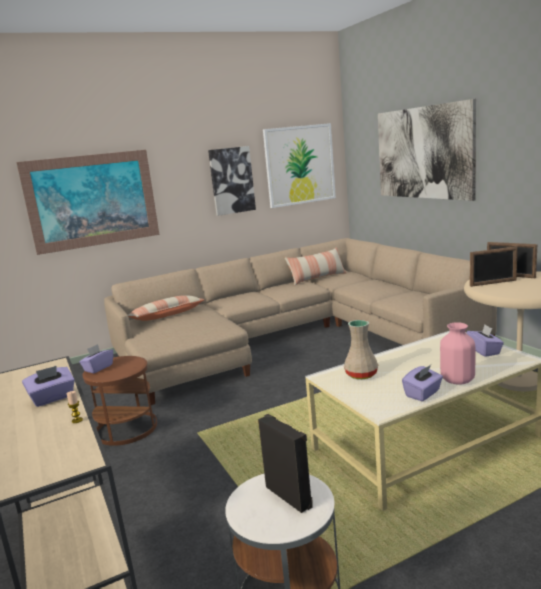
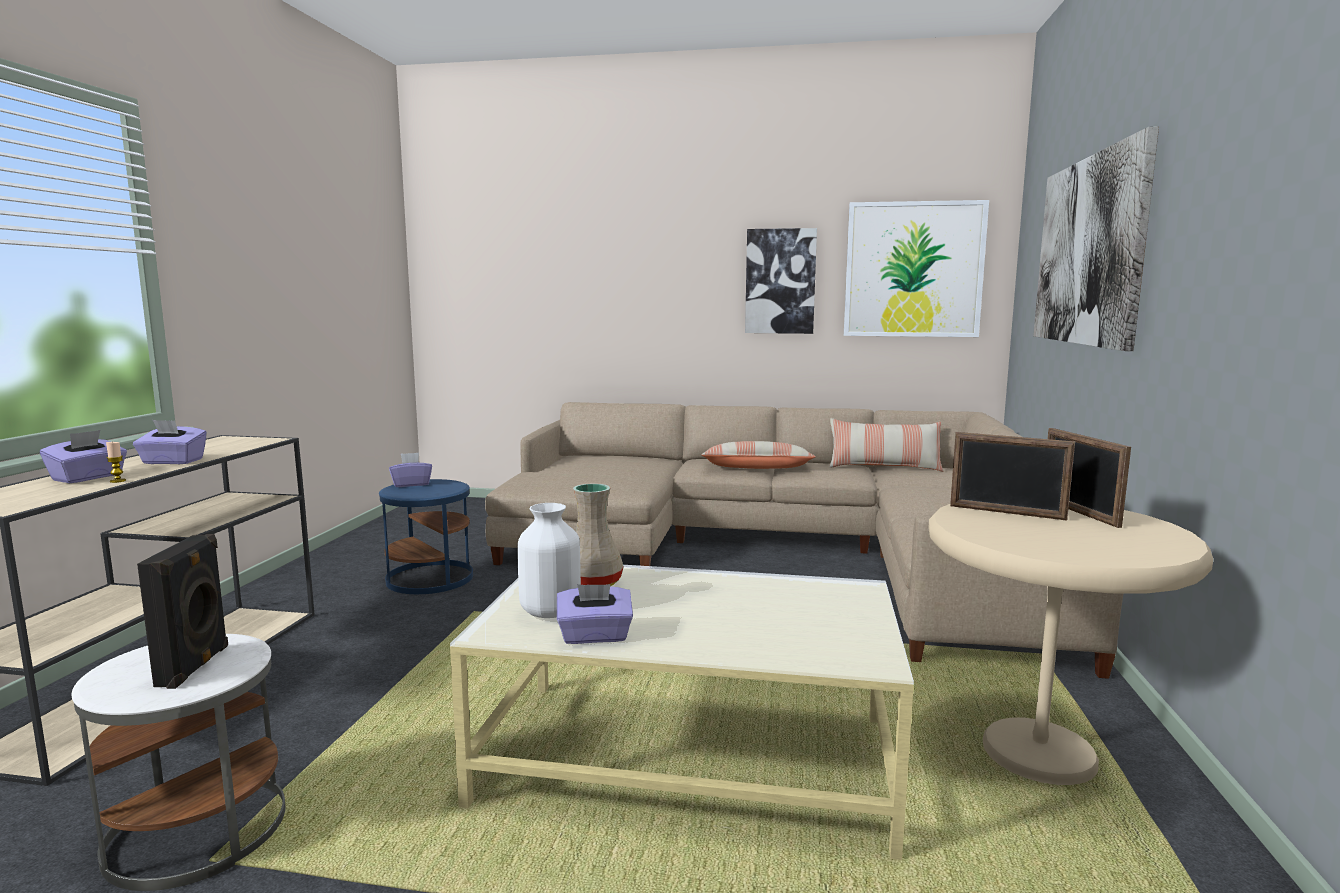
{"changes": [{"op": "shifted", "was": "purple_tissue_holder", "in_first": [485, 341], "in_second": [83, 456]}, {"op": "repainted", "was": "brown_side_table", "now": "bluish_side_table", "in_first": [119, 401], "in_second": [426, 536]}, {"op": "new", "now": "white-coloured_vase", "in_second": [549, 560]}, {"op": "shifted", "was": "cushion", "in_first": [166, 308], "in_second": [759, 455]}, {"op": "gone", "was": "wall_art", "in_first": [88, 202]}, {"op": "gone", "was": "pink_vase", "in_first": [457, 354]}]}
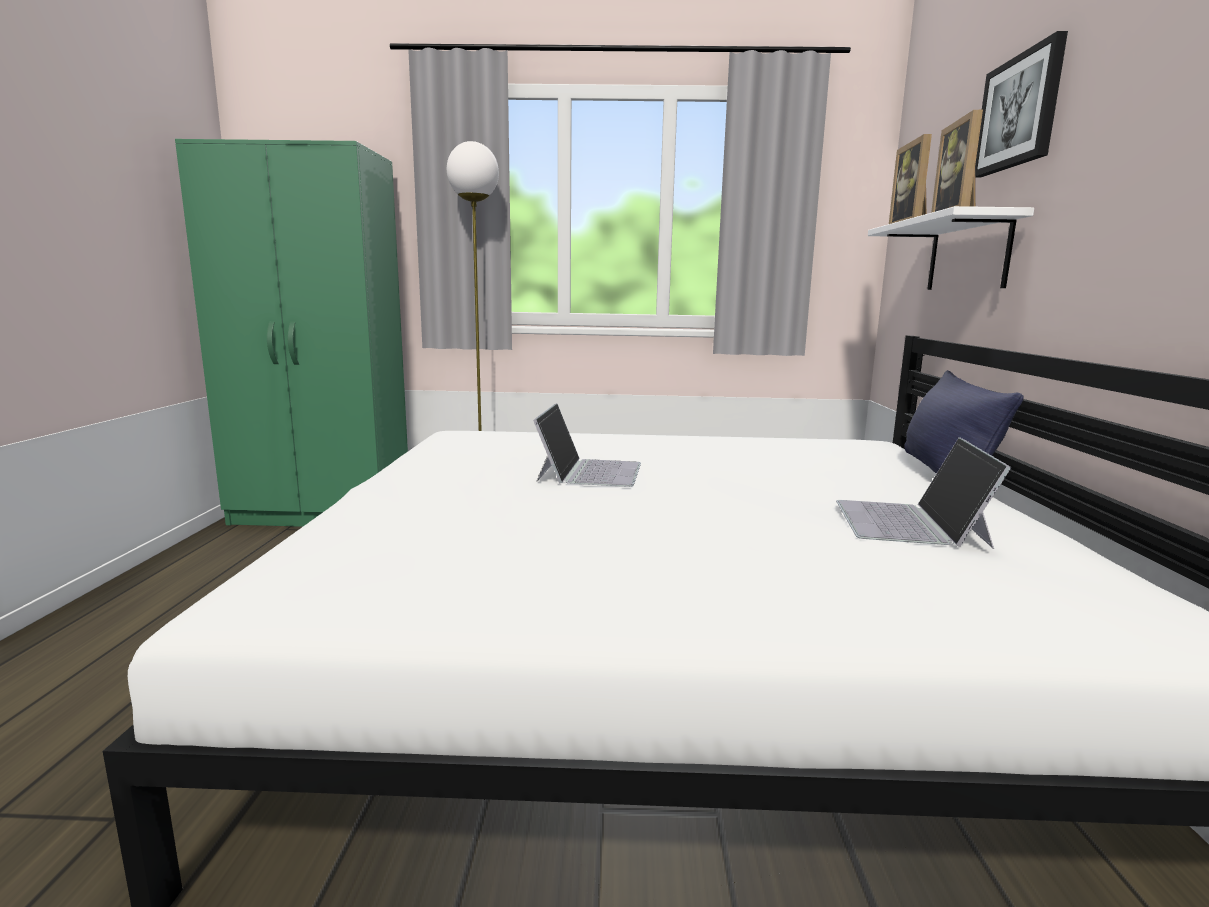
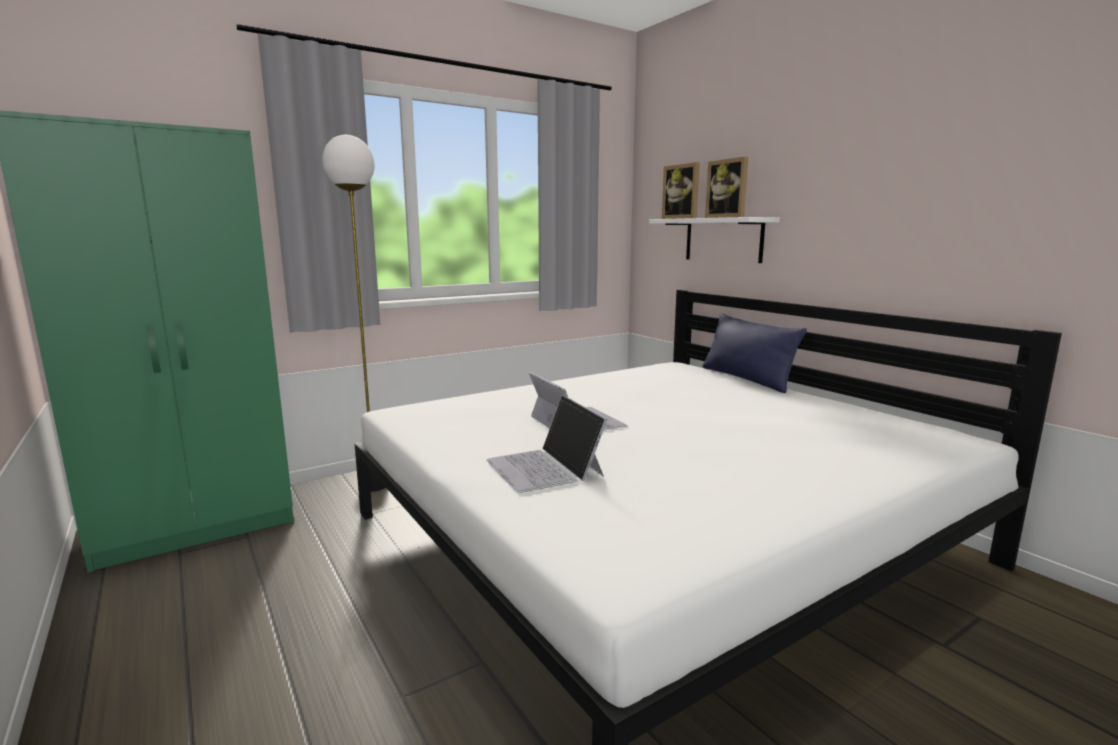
{"changes": [{"op": "shifted", "was": "portable_computer", "in_first": [924, 493], "in_second": [547, 444]}, {"op": "gone", "was": "wall_art", "in_first": [1021, 104]}]}
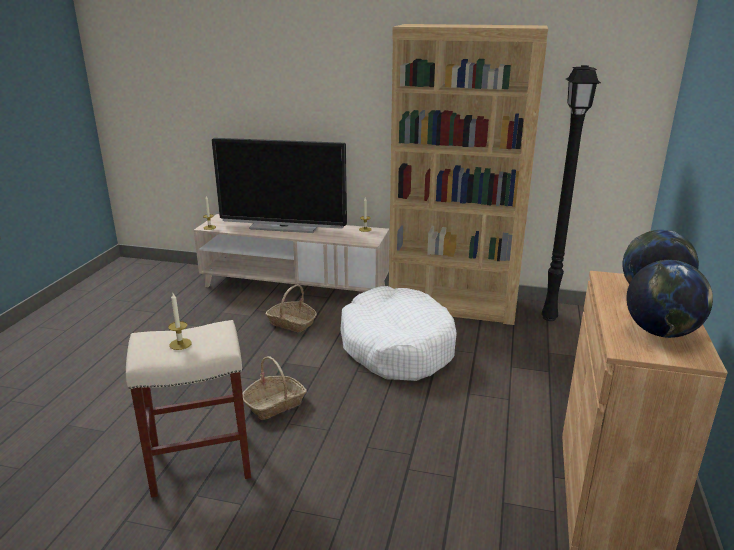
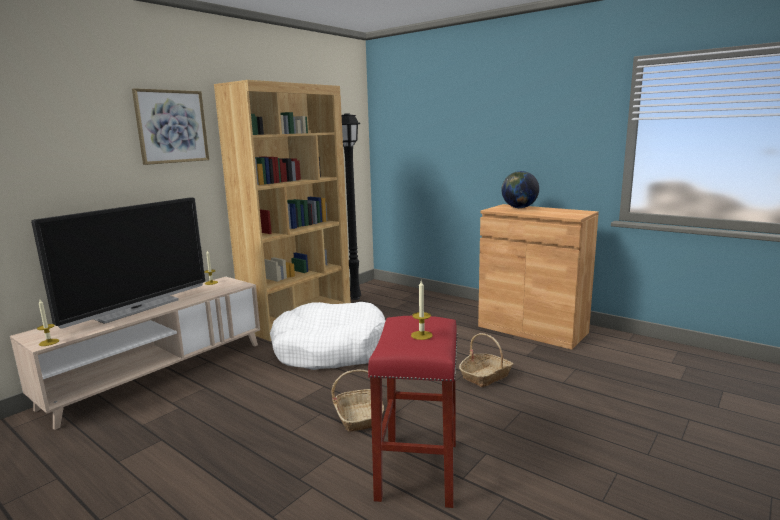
{"changes": [{"op": "new", "now": "wall_art", "in_second": [170, 126]}, {"op": "repainted", "was": "beige-coloured_stool", "now": "reddish_stool", "in_first": [188, 409], "in_second": [412, 412]}, {"op": "shifted", "was": "basket", "in_first": [291, 308], "in_second": [486, 360]}, {"op": "gone", "was": "world_globe", "in_first": [670, 299]}]}
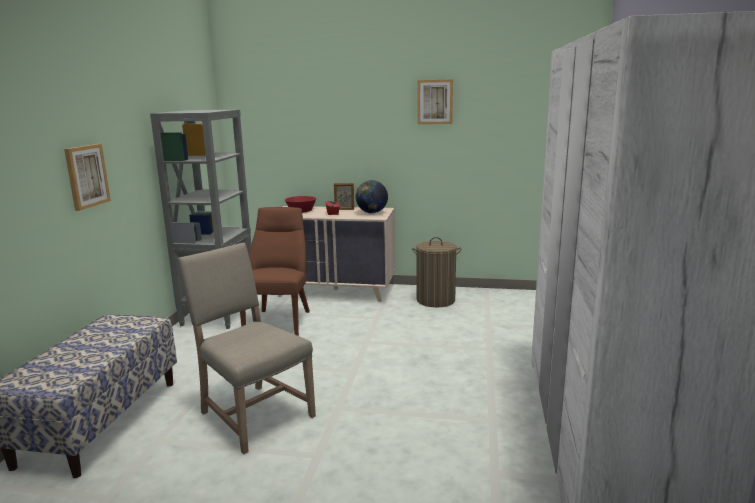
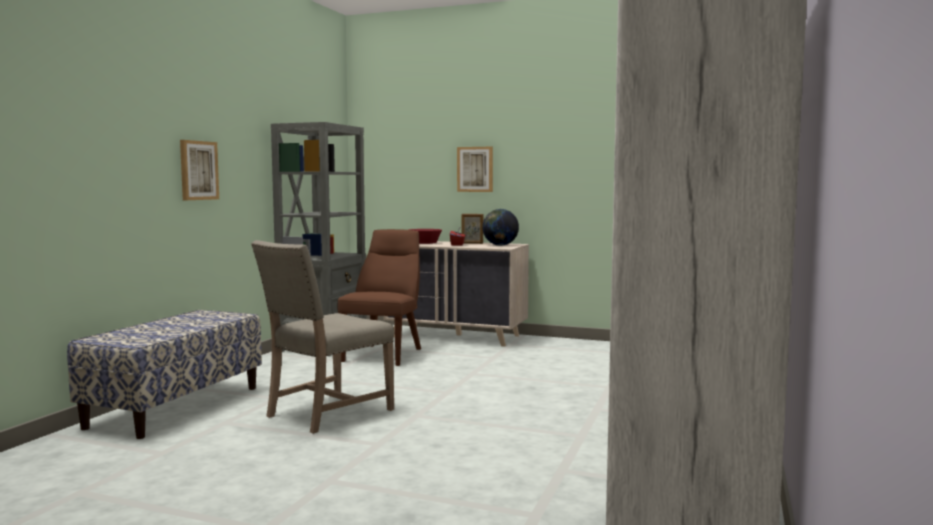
{"changes": [{"op": "rotated", "was": "beige-coloured_chair", "in_first": [246, 348], "in_second": [322, 337], "clockwise": -105}, {"op": "shifted", "was": "wall_art", "in_first": [435, 102], "in_second": [475, 169]}, {"op": "gone", "was": "laundry_basket", "in_first": [437, 272]}]}
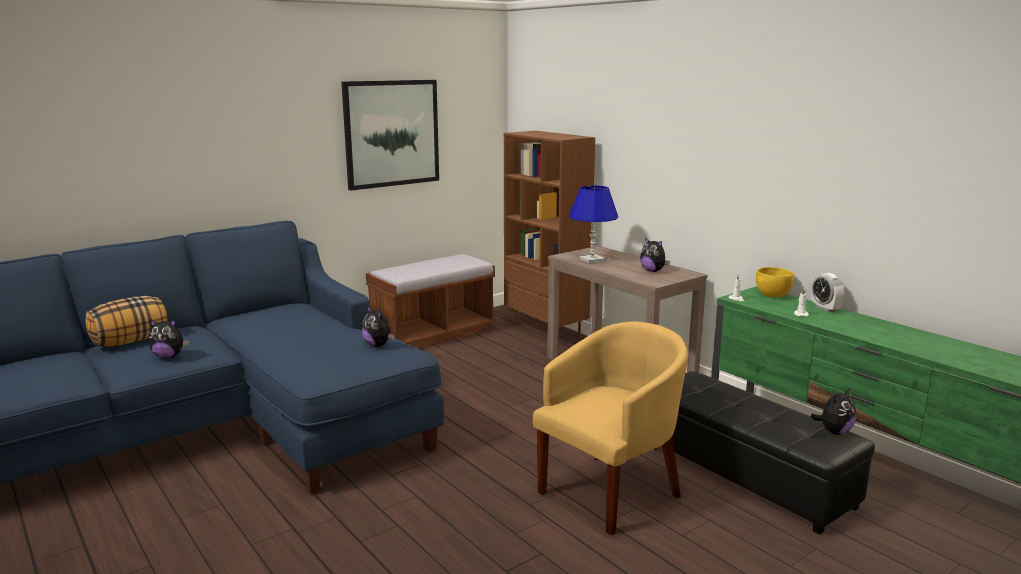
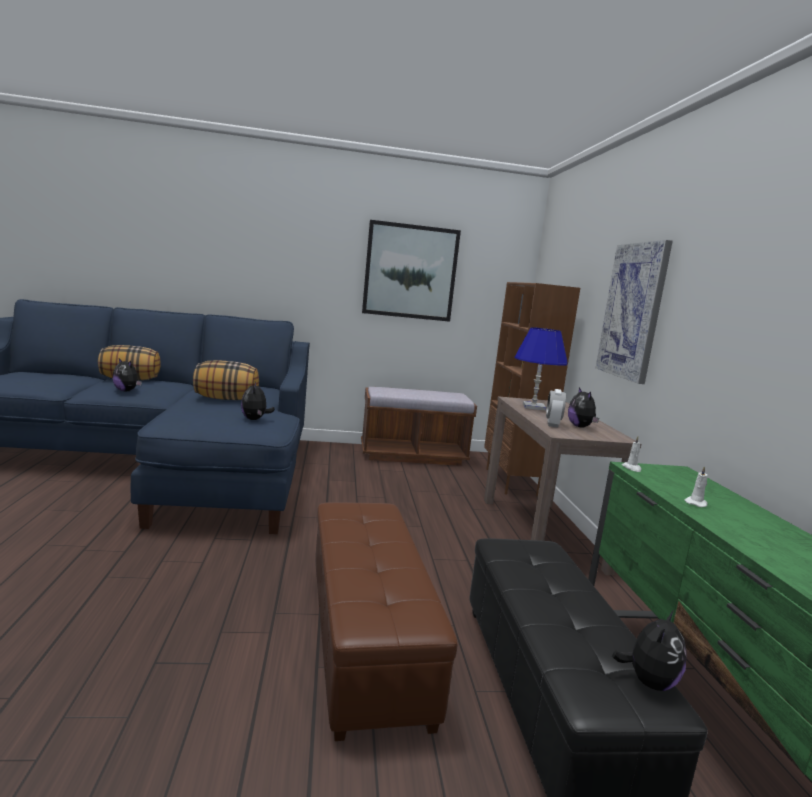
{"changes": [{"op": "new", "now": "cushion", "in_second": [226, 380]}, {"op": "swapped", "was": "yellow-coloured_armchair", "now": "brown_ottoman", "in_first": [610, 428], "in_second": [386, 621]}, {"op": "shifted", "was": "table_clock", "in_first": [828, 292], "in_second": [556, 408]}, {"op": "new", "now": "wall_art", "in_second": [634, 312]}, {"op": "rotated", "was": "soft_toy", "in_first": [833, 411], "in_second": [649, 650], "clockwise": -45}, {"op": "gone", "was": "yellow-coloured_serving_bowl", "in_first": [775, 282]}]}
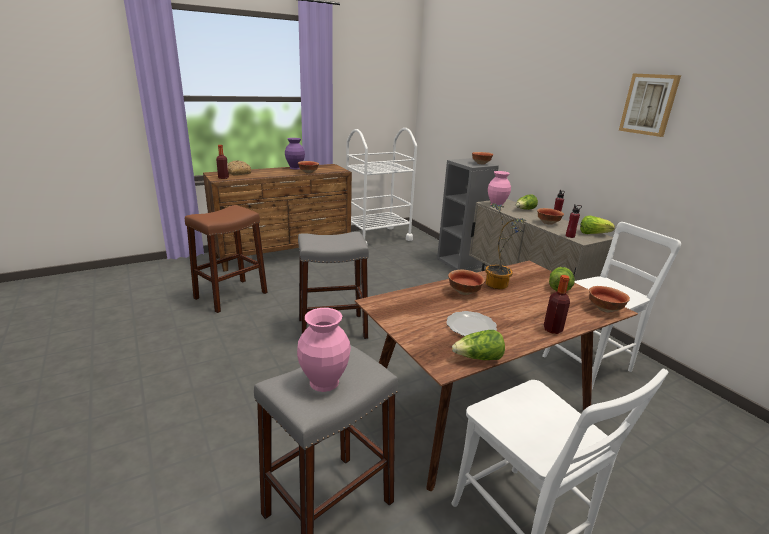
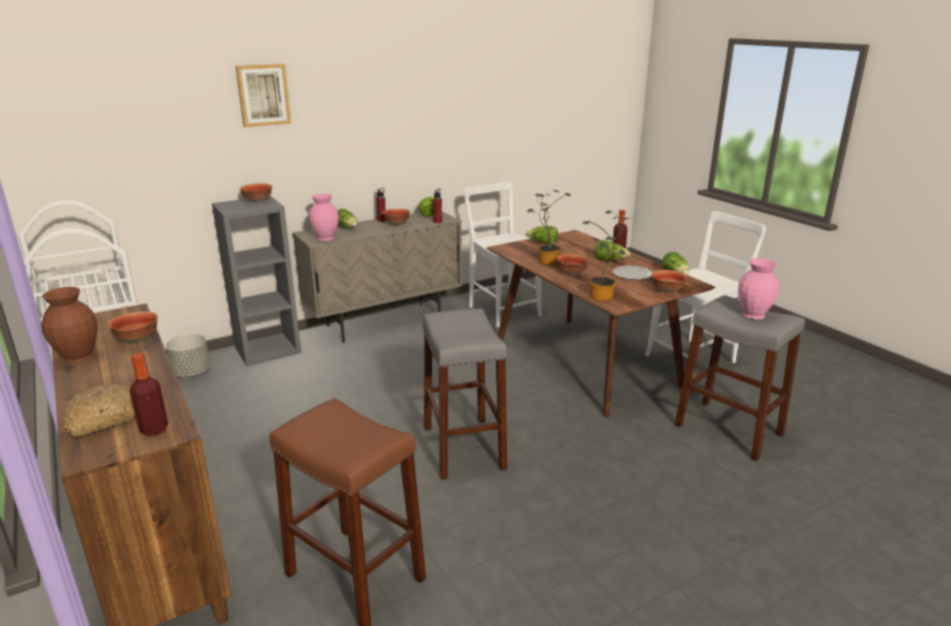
{"changes": [{"op": "repainted", "was": "purple_vase", "now": "brown_vase", "in_first": [295, 154], "in_second": [69, 325]}, {"op": "new", "now": "grey_plant_pot", "in_second": [188, 355]}, {"op": "shifted", "was": "wall_art", "in_first": [650, 105], "in_second": [263, 95]}, {"op": "new", "now": "houseplant", "in_second": [606, 255]}, {"op": "new", "now": "lettuce", "in_second": [612, 250]}, {"op": "shifted", "was": "serving_bowl", "in_first": [609, 299], "in_second": [669, 281]}]}
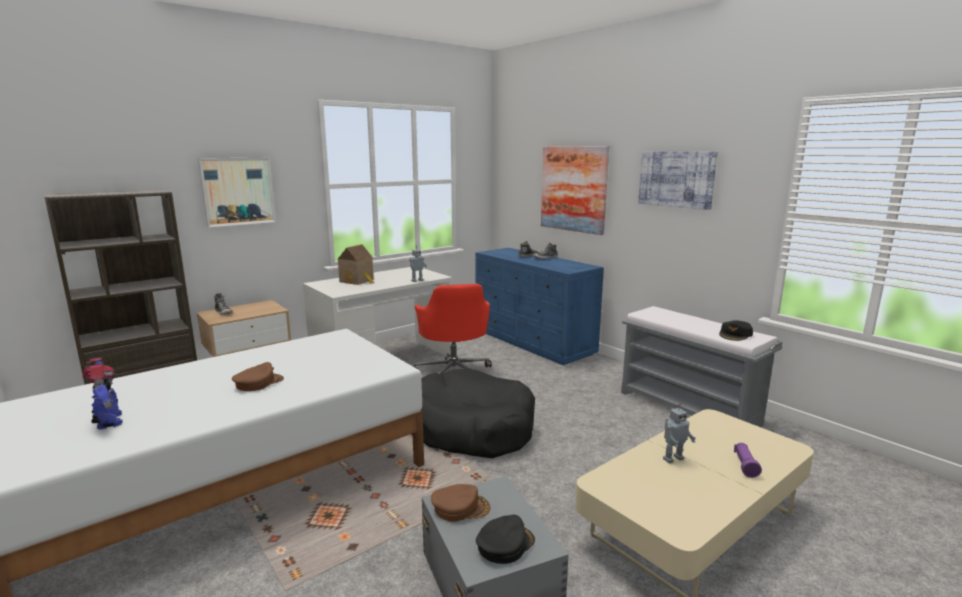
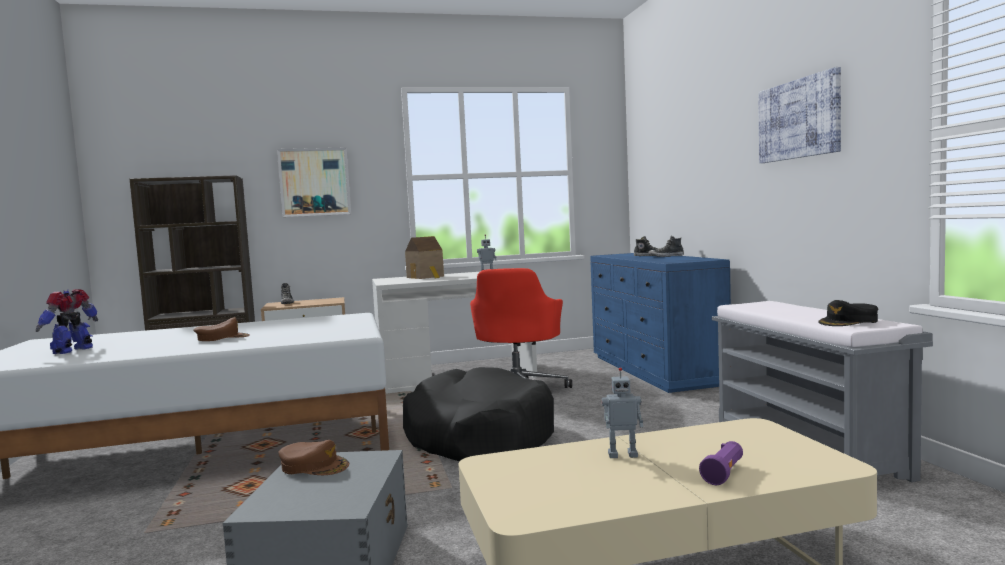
{"changes": [{"op": "rotated", "was": "robot_figure", "in_first": [102, 394], "in_second": [67, 321], "clockwise": -150}, {"op": "gone", "was": "black-coloured_cap", "in_first": [505, 539]}, {"op": "gone", "was": "wall_art", "in_first": [575, 190]}]}
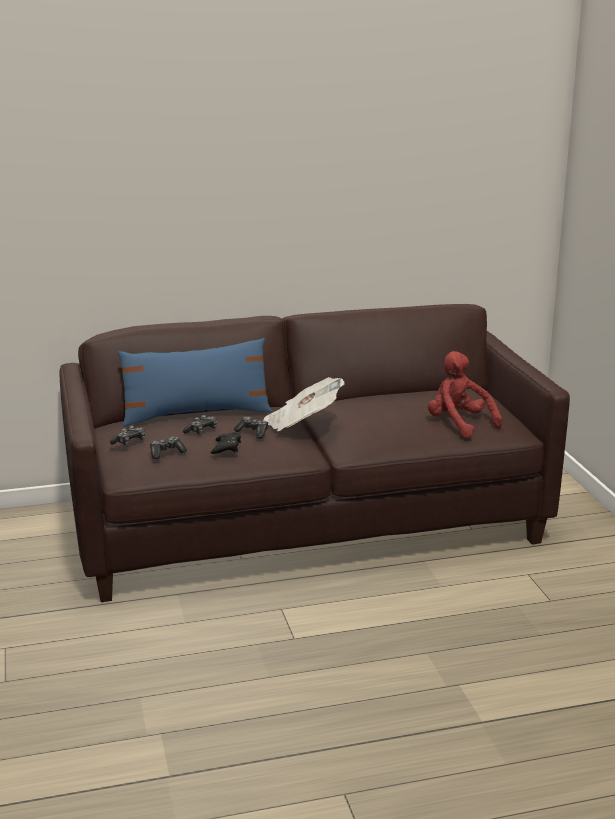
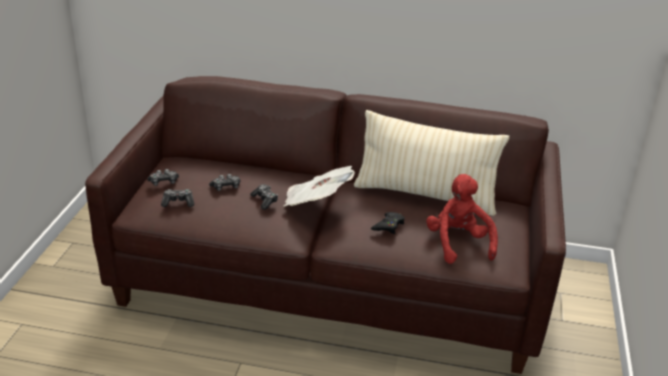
{"changes": [{"op": "new", "now": "beige-coloured_cushion", "in_second": [431, 163]}, {"op": "shifted", "was": "black-coloured_gamepad", "in_first": [226, 443], "in_second": [388, 223]}, {"op": "gone", "was": "bluish_cushion", "in_first": [195, 382]}]}
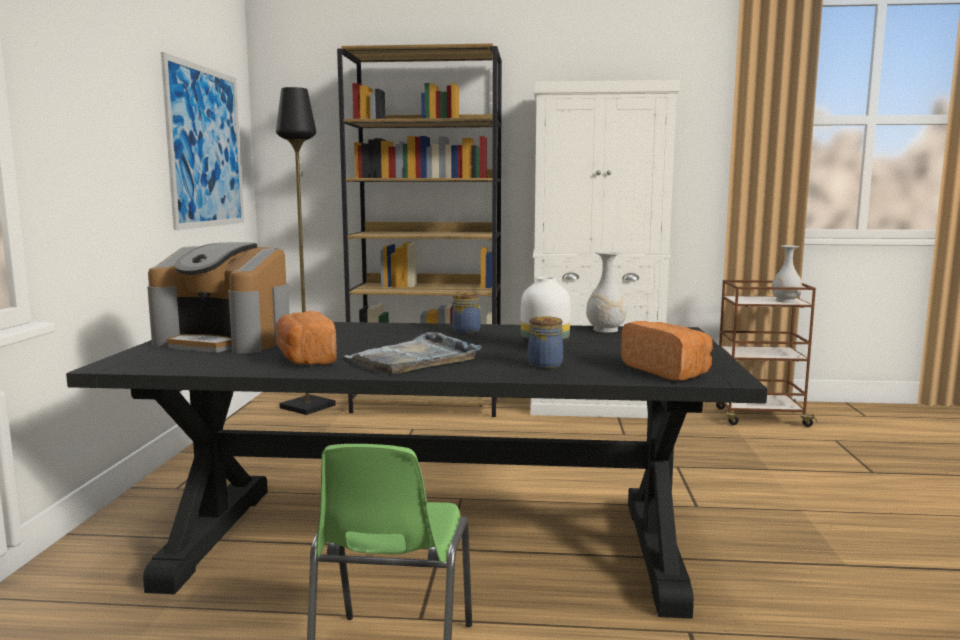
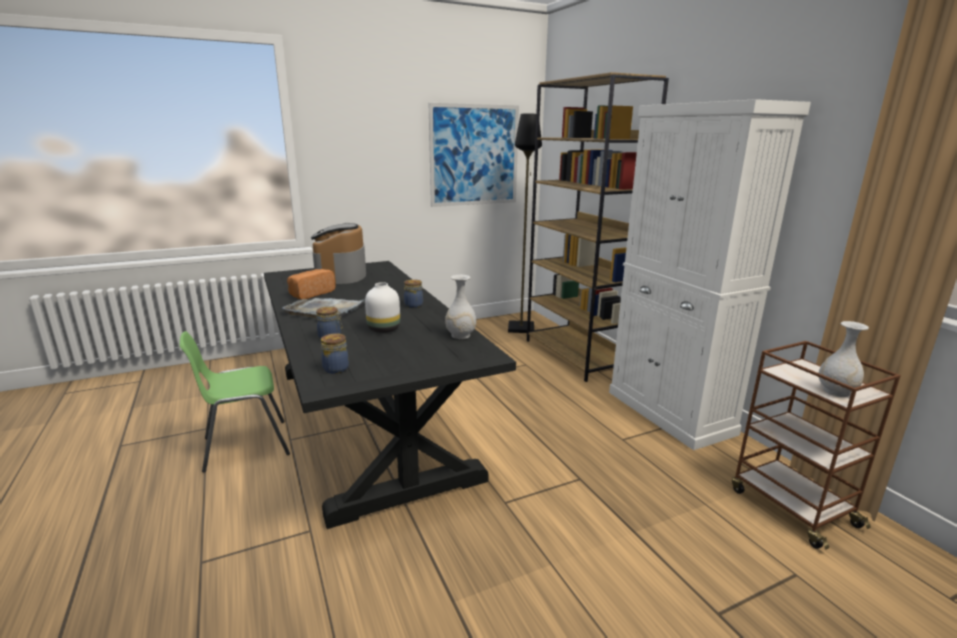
{"changes": [{"op": "swapped", "was": "baked_bread", "now": "preserve_jar", "in_first": [667, 351], "in_second": [335, 353]}]}
